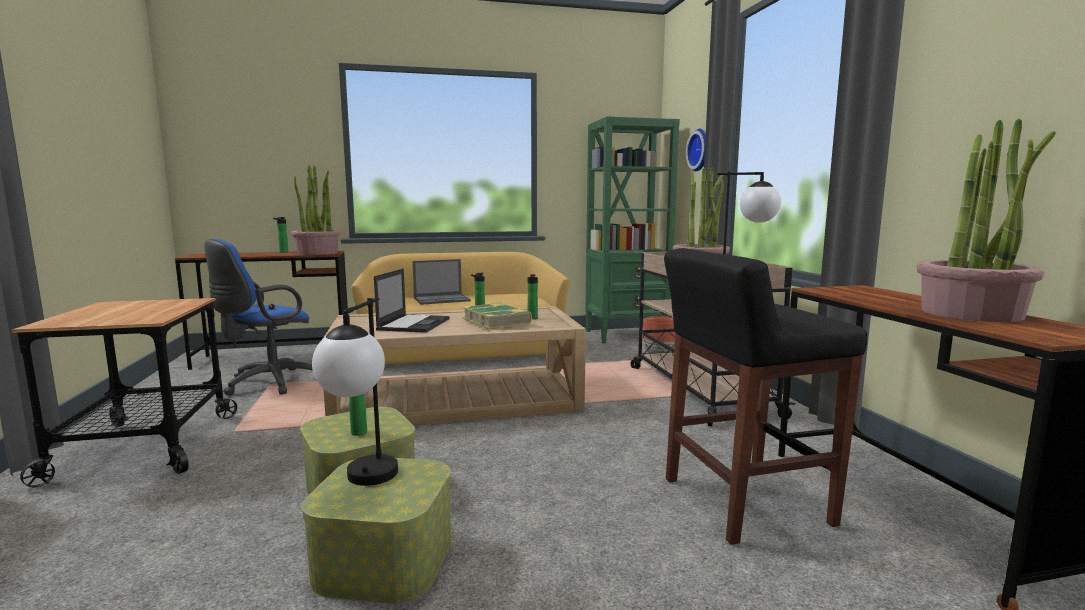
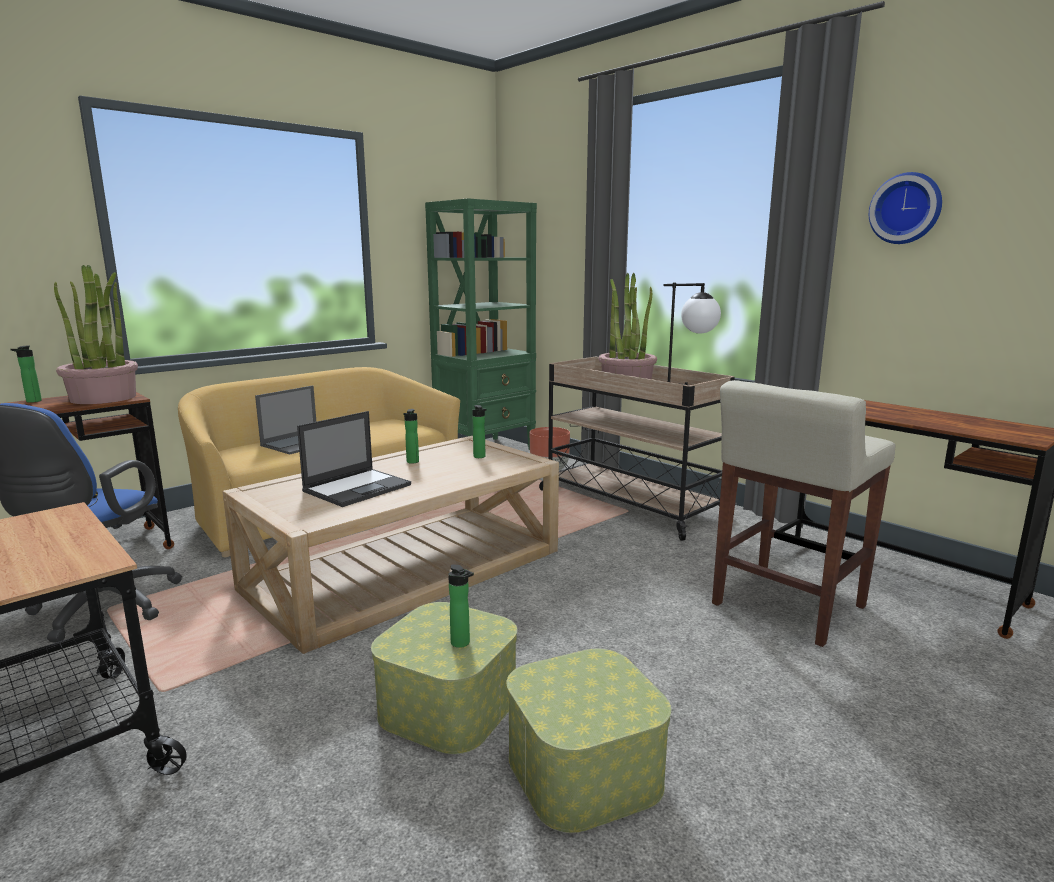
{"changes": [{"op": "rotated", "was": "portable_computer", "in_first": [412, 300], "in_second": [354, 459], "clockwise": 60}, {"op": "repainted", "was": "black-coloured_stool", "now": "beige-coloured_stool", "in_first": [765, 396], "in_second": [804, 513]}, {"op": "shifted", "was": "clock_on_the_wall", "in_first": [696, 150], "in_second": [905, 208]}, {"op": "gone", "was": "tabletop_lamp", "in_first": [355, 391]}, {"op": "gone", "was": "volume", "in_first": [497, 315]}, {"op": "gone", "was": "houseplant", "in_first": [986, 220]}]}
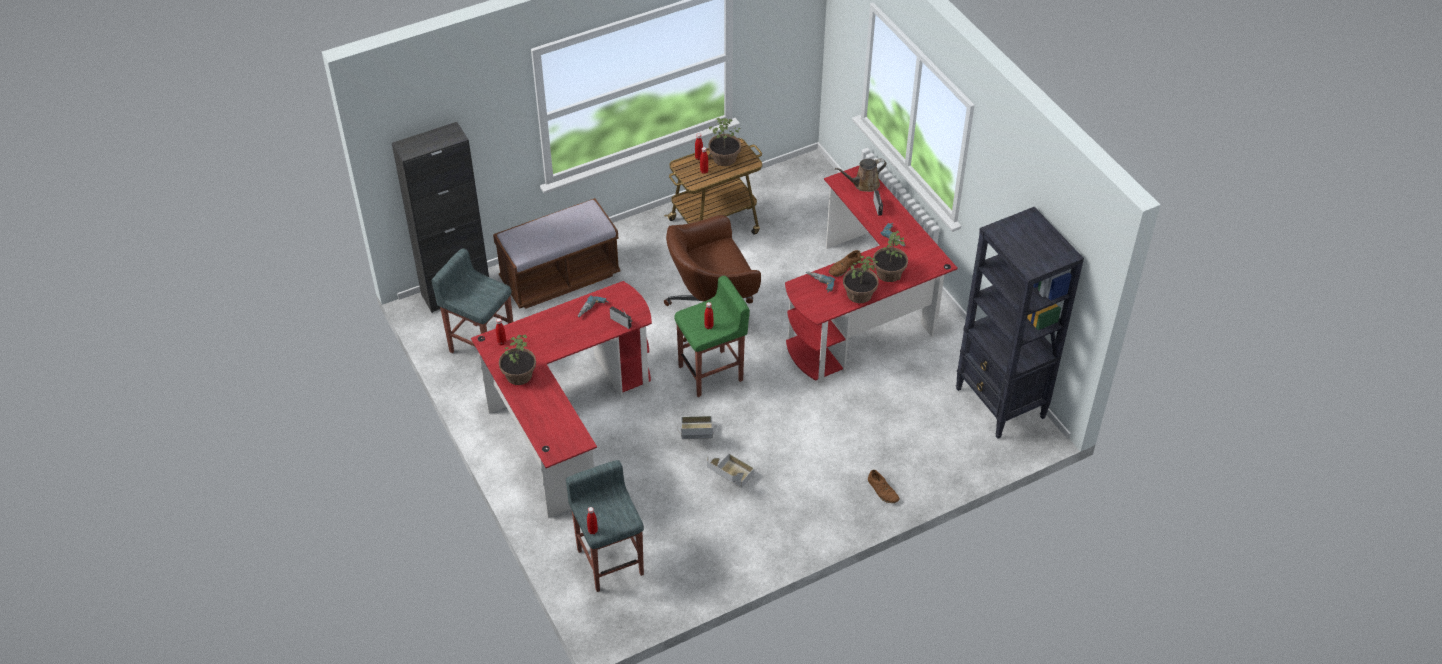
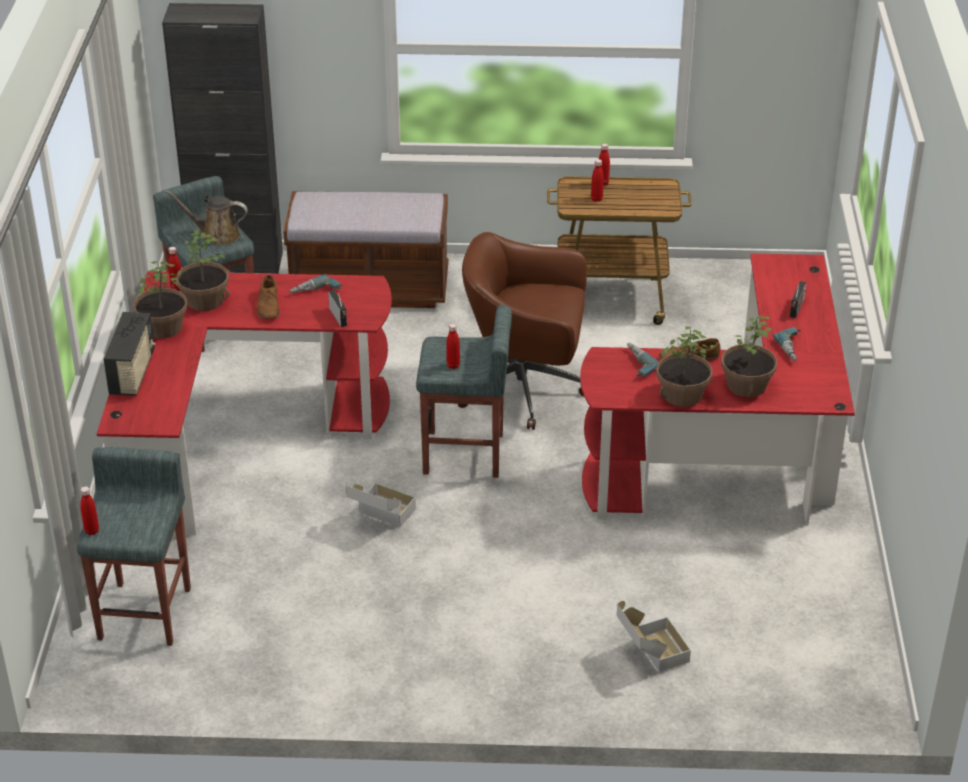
{"changes": [{"op": "new", "now": "radio", "in_second": [129, 354]}, {"op": "shifted", "was": "brown_sprinkling_can", "in_first": [860, 175], "in_second": [206, 218]}, {"op": "shifted", "was": "houseplant", "in_first": [724, 142], "in_second": [202, 270]}, {"op": "shifted", "was": "brown_low_shoe", "in_first": [884, 486], "in_second": [268, 297]}, {"op": "repainted", "was": "green_stool", "now": "grey_stool", "in_first": [712, 336], "in_second": [464, 391]}, {"op": "shifted", "was": "packing_box", "in_first": [730, 471], "in_second": [654, 636]}, {"op": "gone", "was": "black-coloured_bookcase", "in_first": [1020, 323]}]}
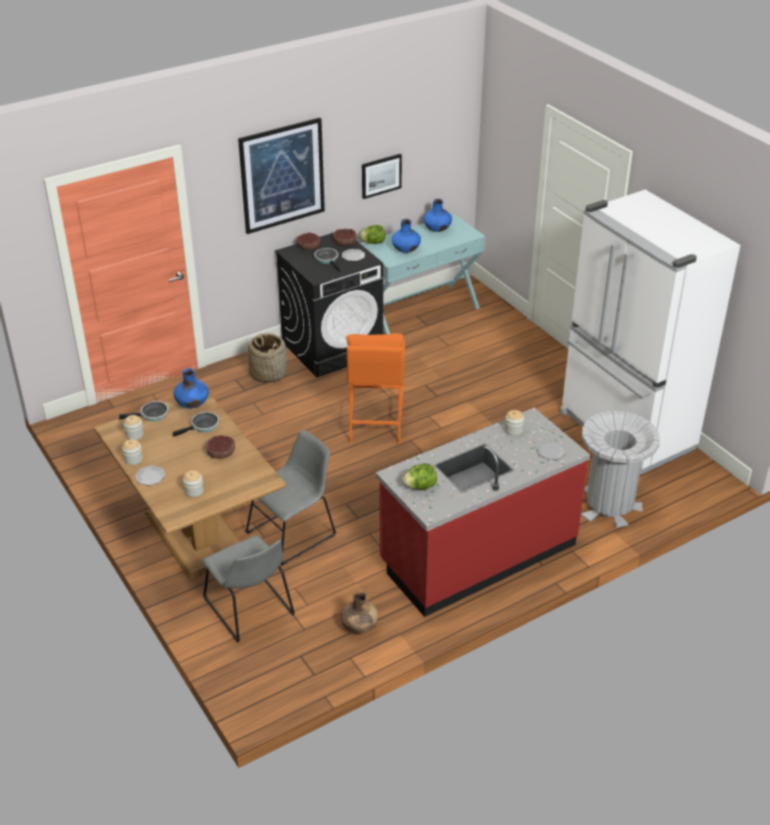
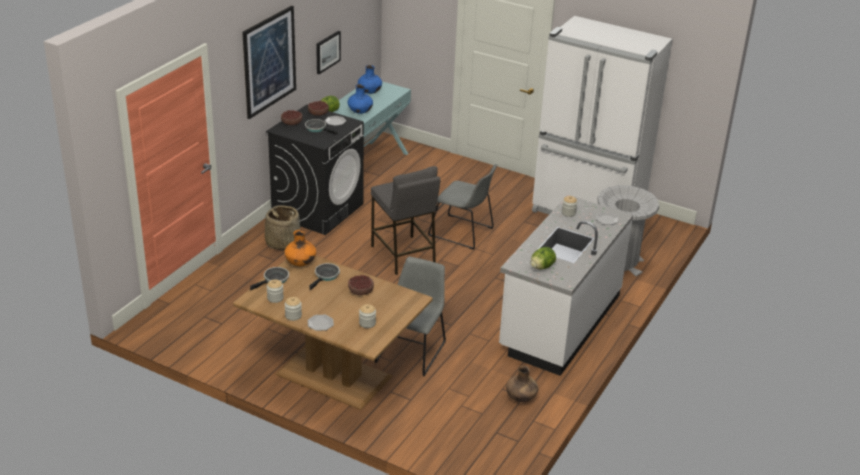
{"changes": [{"op": "repainted", "was": "bluish_vase", "now": "orangey_vase", "in_first": [191, 388], "in_second": [300, 248]}, {"op": "repainted", "was": "orangey_stool", "now": "grey_stool", "in_first": [375, 388], "in_second": [406, 220]}, {"op": "shifted", "was": "grey_chair", "in_first": [248, 589], "in_second": [462, 207]}, {"op": "repainted", "was": "reddish_kitchen_base_unit", "now": "white-coloured_kitchen_base_unit", "in_first": [483, 512], "in_second": [566, 285]}]}
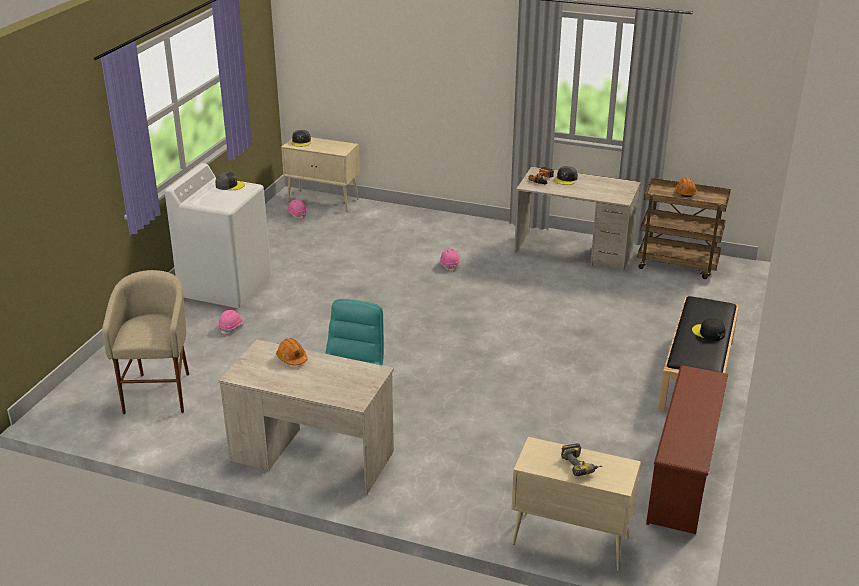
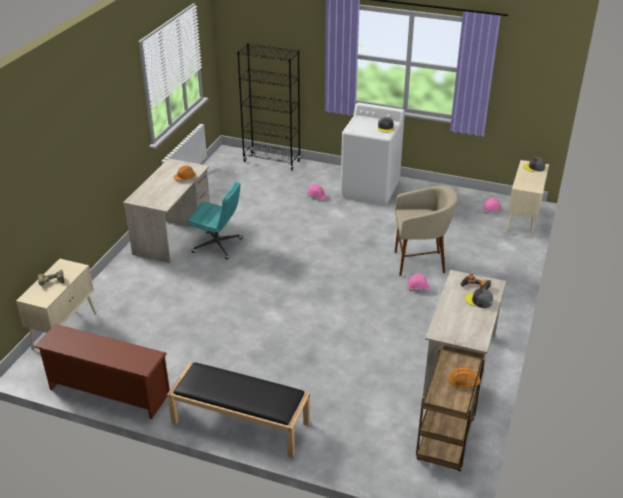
{"changes": [{"op": "new", "now": "black-coloured_bookcase", "in_second": [269, 107]}, {"op": "shifted", "was": "beige-coloured_stool", "in_first": [145, 342], "in_second": [426, 231]}, {"op": "gone", "was": "black-coloured_cap", "in_first": [709, 329]}]}
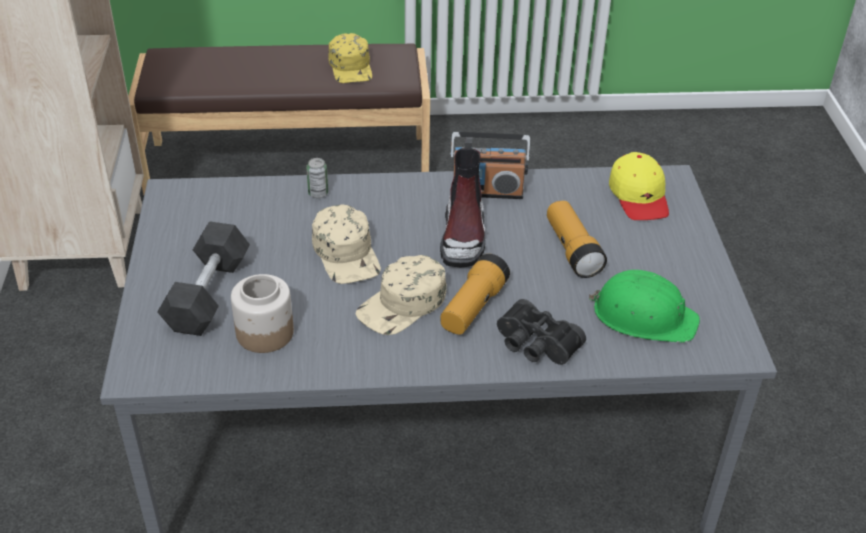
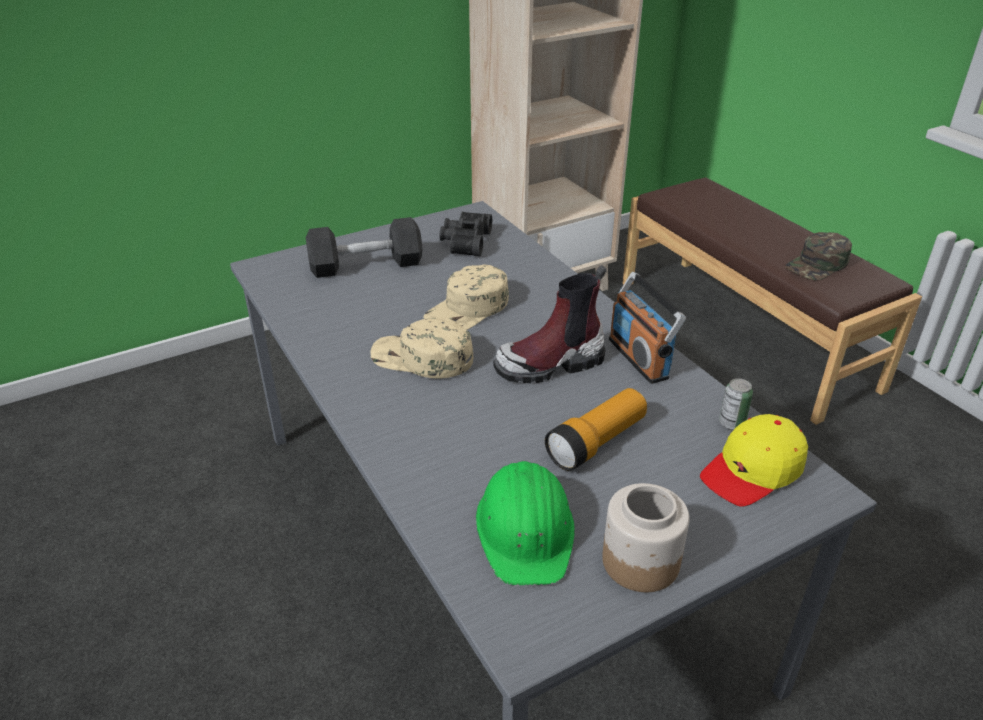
{"changes": [{"op": "shifted", "was": "black-coloured_pair_of_binoculars", "in_first": [541, 332], "in_second": [466, 234]}, {"op": "shifted", "was": "preserve_jar", "in_first": [262, 313], "in_second": [646, 537]}, {"op": "shifted", "was": "metal_can", "in_first": [317, 178], "in_second": [736, 404]}, {"op": "repainted", "was": "yellow-coloured_cap", "now": "green_cap", "in_first": [350, 58], "in_second": [818, 256]}, {"op": "gone", "was": "torch", "in_first": [475, 294]}]}
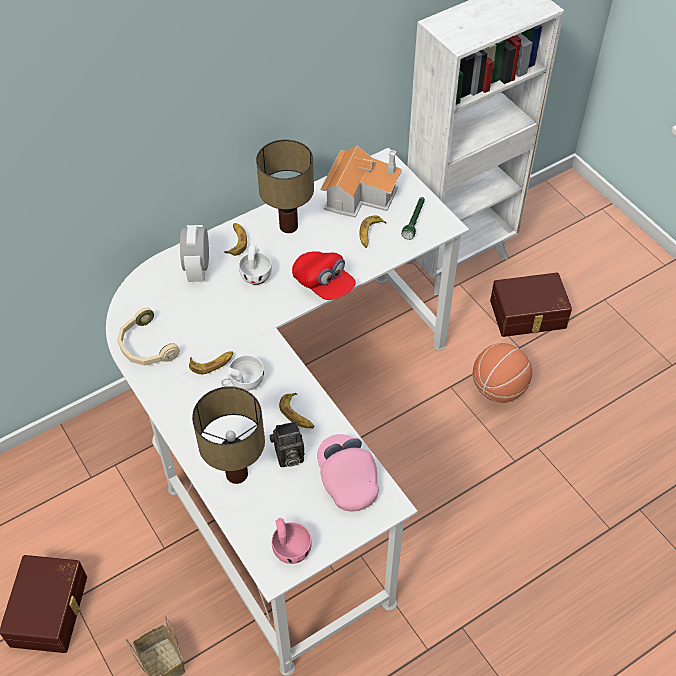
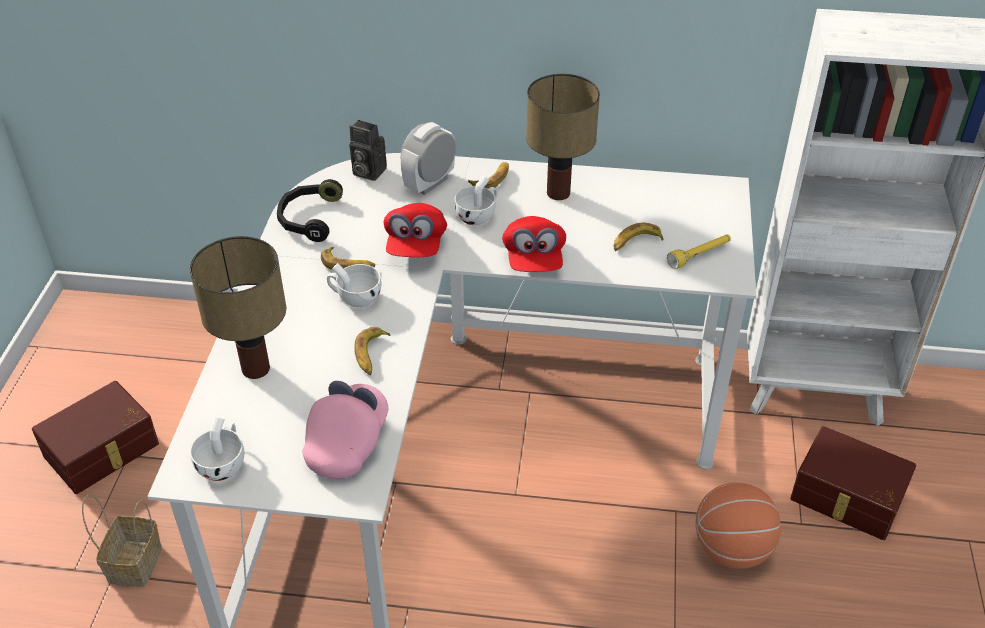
{"changes": [{"op": "repainted", "was": "pink_drinking_cup", "now": "white-coloured_drinking_cup", "in_first": [292, 541], "in_second": [217, 448]}, {"op": "repainted", "was": "beige-coloured_headphones", "now": "black-coloured_headphones", "in_first": [148, 337], "in_second": [310, 210]}, {"op": "shifted", "was": "photo_camera", "in_first": [286, 444], "in_second": [368, 150]}, {"op": "new", "now": "reddish_cap", "in_second": [415, 230]}, {"op": "repainted", "was": "green_torch", "now": "yellow-coloured_torch", "in_first": [413, 218], "in_second": [699, 251]}, {"op": "gone", "was": "model_house", "in_first": [361, 182]}]}
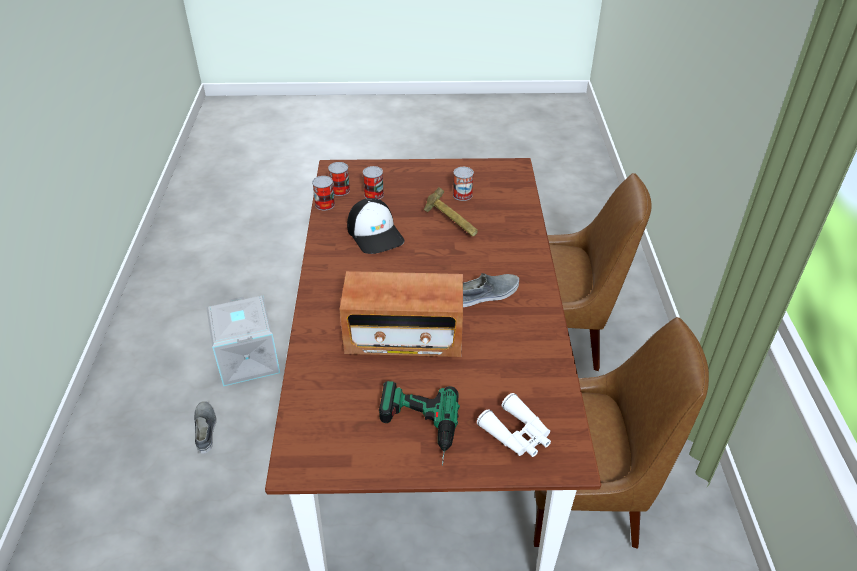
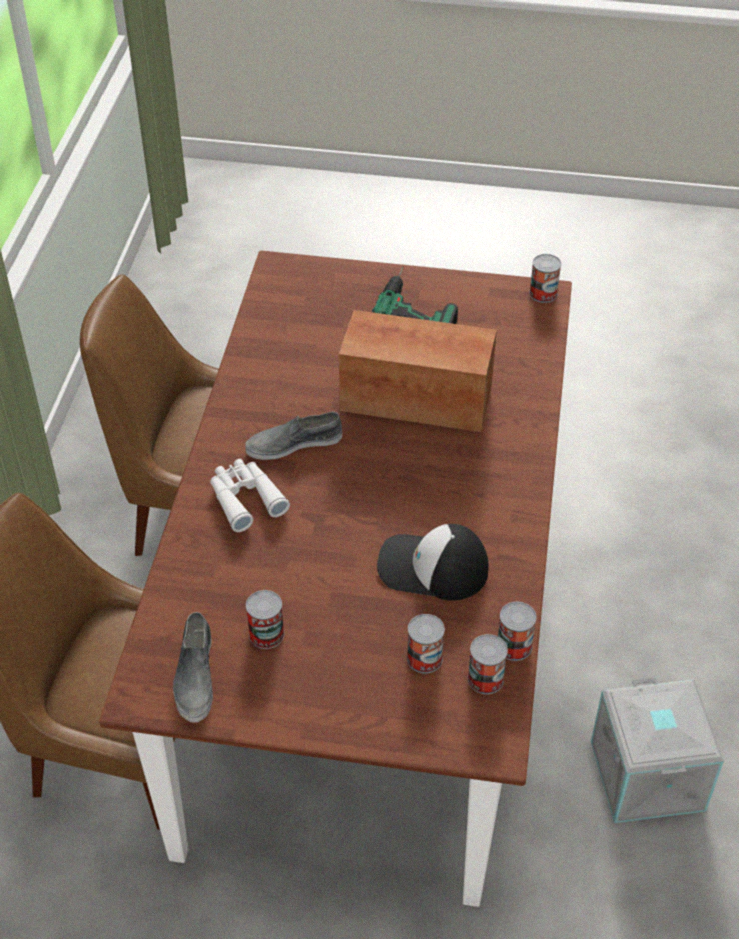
{"changes": [{"op": "shifted", "was": "grey_low_shoe", "in_first": [205, 427], "in_second": [193, 667]}, {"op": "shifted", "was": "white-coloured_pair_of_binoculars", "in_first": [514, 425], "in_second": [250, 495]}, {"op": "rotated", "was": "cap", "in_first": [376, 226], "in_second": [433, 562], "clockwise": -60}, {"op": "new", "now": "metal_can", "in_second": [545, 278]}, {"op": "gone", "was": "hammer", "in_first": [451, 212]}]}
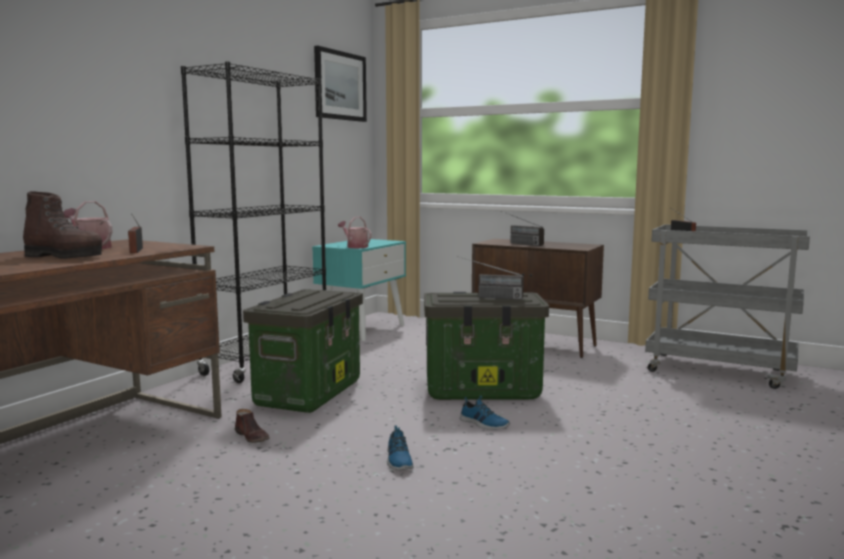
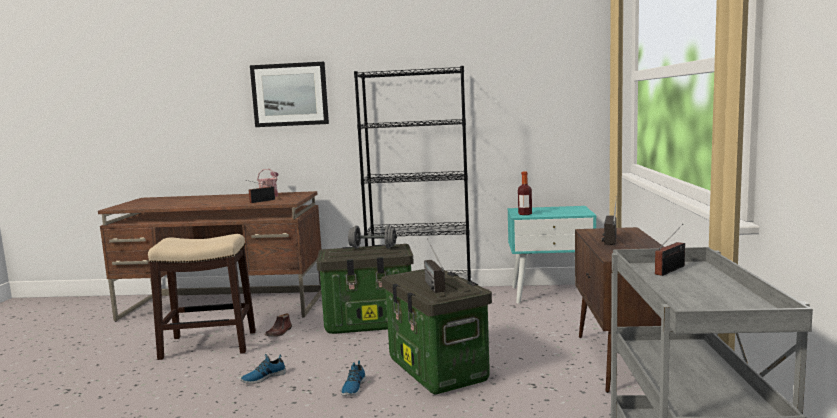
{"changes": [{"op": "new", "now": "stool", "in_second": [202, 297]}, {"op": "shifted", "was": "wall_art", "in_first": [340, 84], "in_second": [289, 94]}, {"op": "new", "now": "grey_free_weight", "in_second": [372, 237]}, {"op": "swapped", "was": "sprinkling_can", "now": "beverage_bottle", "in_first": [355, 232], "in_second": [525, 193]}, {"op": "gone", "was": "brown_high-top_boot", "in_first": [62, 225]}]}
